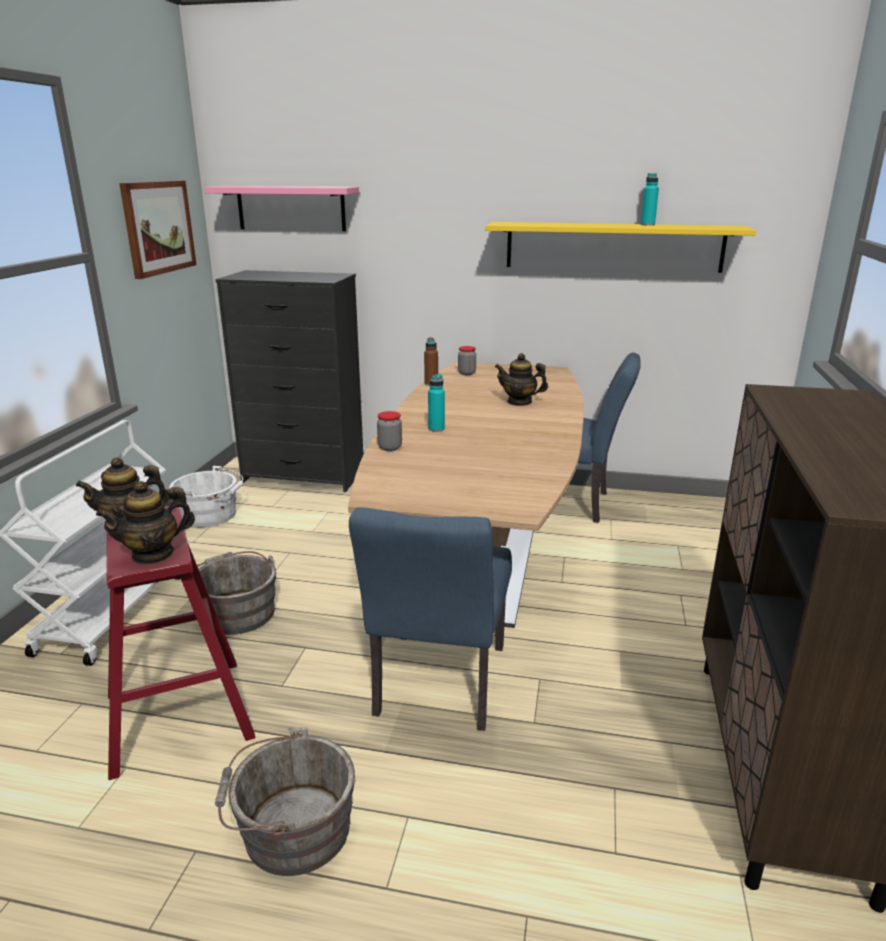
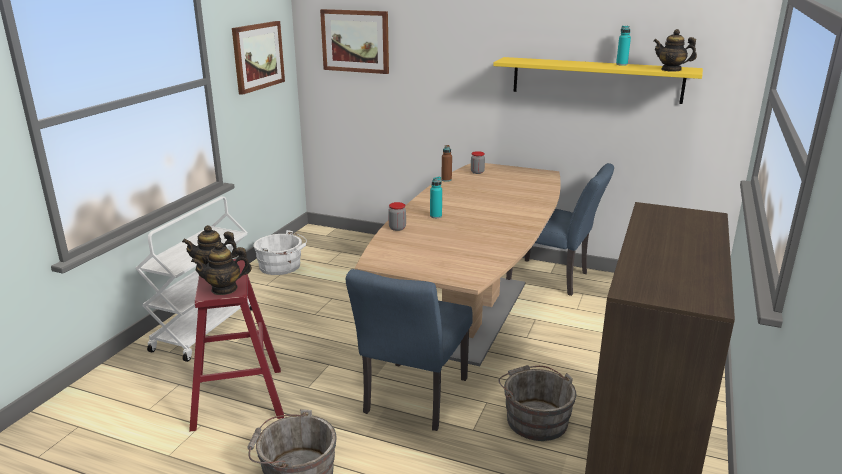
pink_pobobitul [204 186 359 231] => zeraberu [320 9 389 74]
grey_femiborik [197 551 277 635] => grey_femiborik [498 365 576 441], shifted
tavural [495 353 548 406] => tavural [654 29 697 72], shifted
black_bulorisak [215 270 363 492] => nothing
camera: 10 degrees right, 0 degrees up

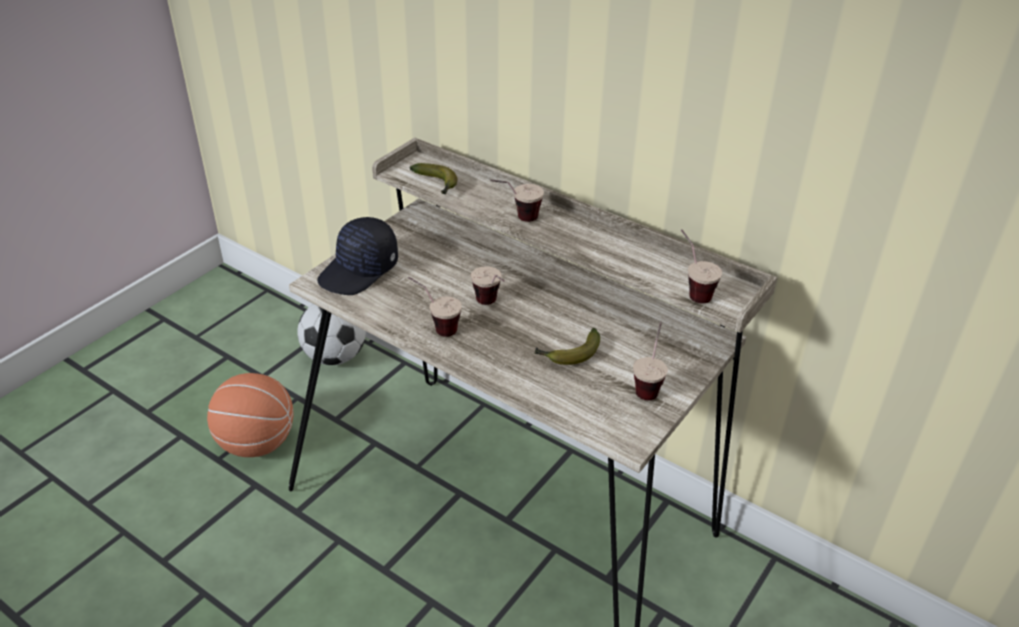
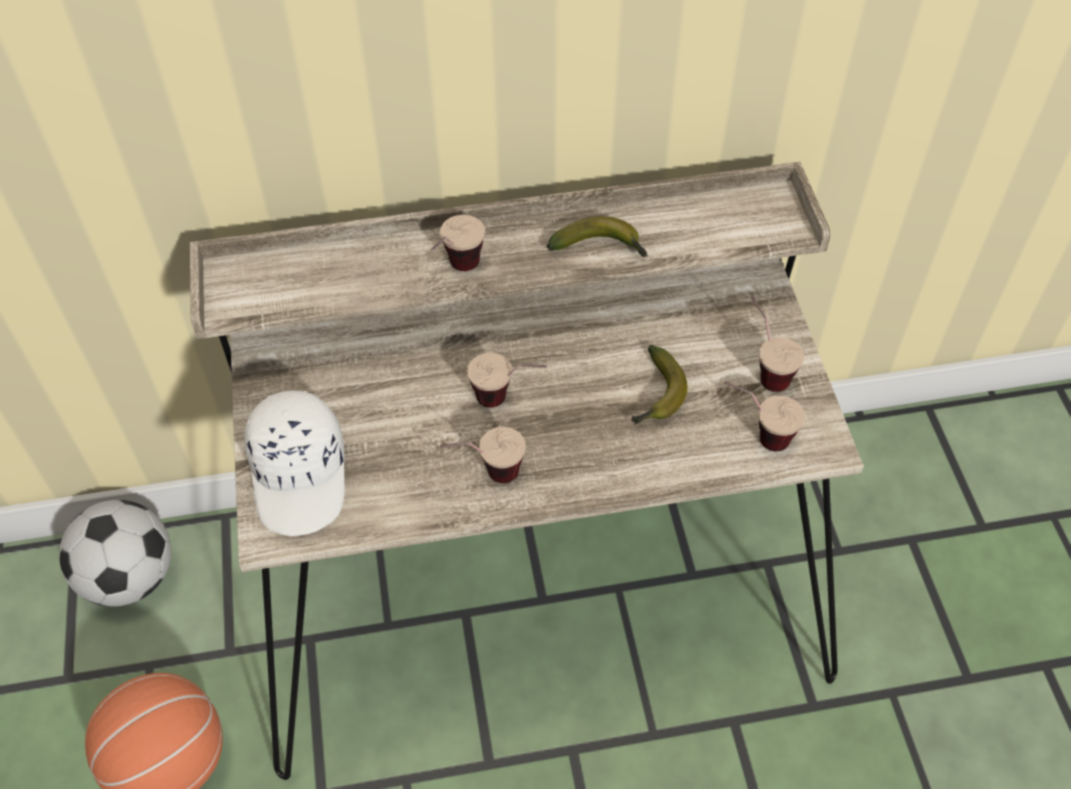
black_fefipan [317 217 398 295] => white_fefipan [244 390 345 536]
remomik [410 163 458 195] => remomik [547 216 648 257], shifted
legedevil [681 229 722 303] => legedevil [724 381 805 451], shifted
camera: 45 degrees left, 15 degrees up

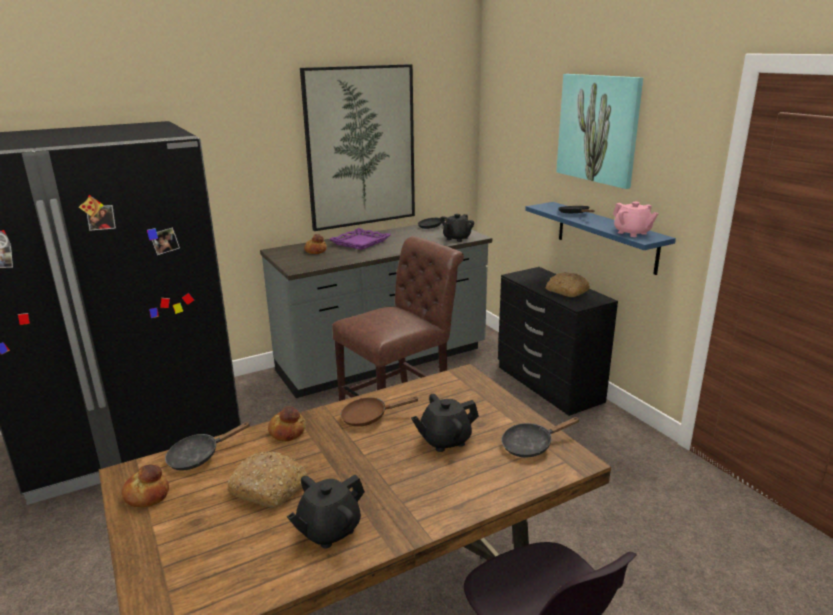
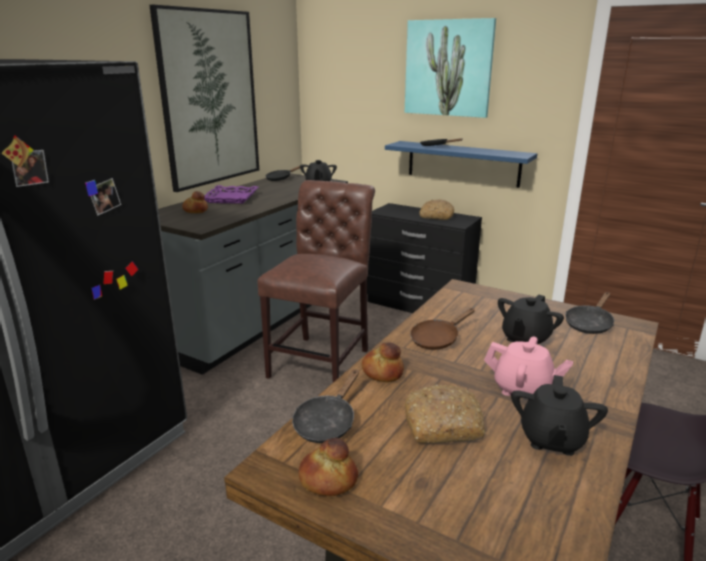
pink_tavural [613 202 659 237] => pink_tavural [484 336 573 400], shifted
camera: 30 degrees left, 0 degrees up

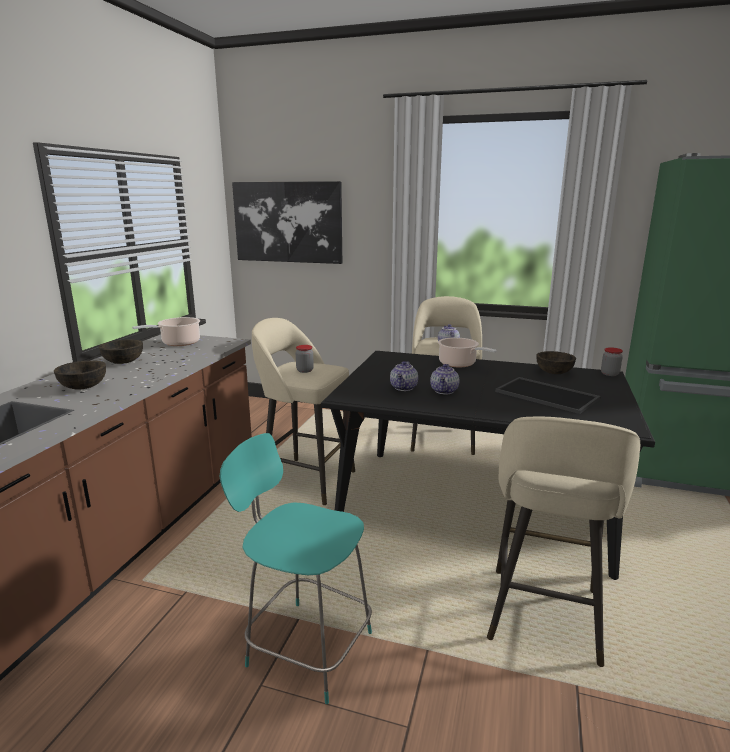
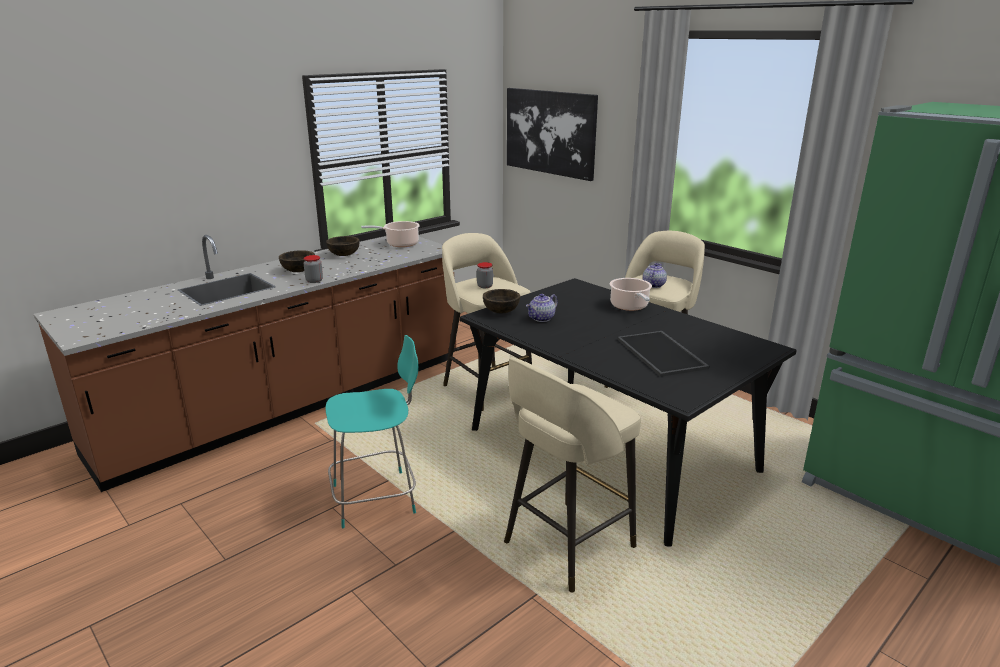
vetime [601 347 623 376] => vetime [304 255 323 283], shifted
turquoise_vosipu [220 433 372 704] => turquoise_vosipu [325 335 419 528], 105 degrees clockwise
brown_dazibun [536 351 576 374] => brown_dazibun [483 289 520 313], shifted
tavural [430 364 459 394] => nothing
camera: 30 degrees right, 5 degrees up

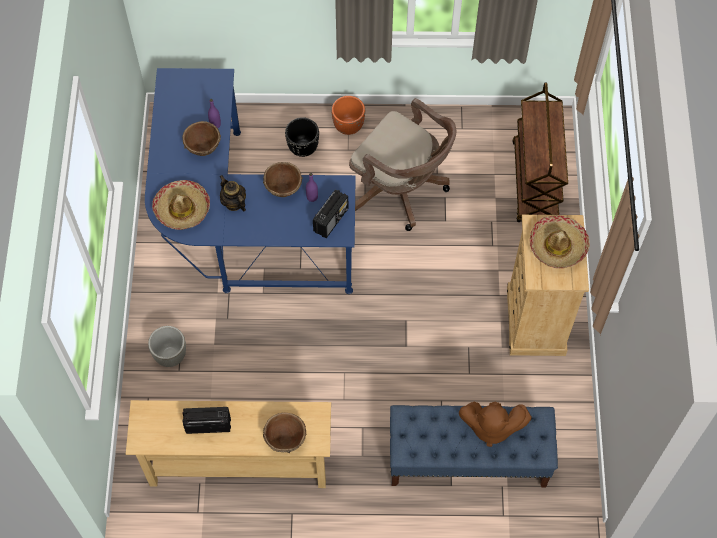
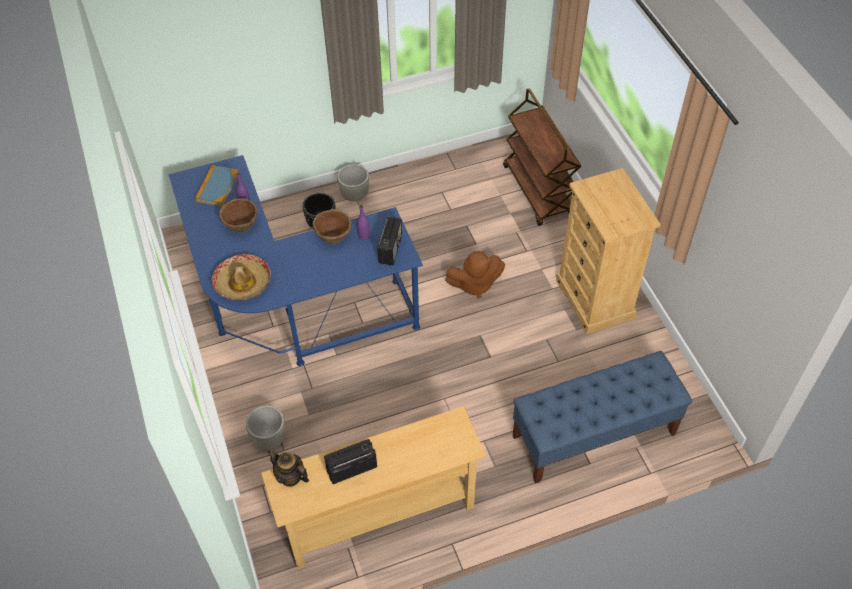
nothing => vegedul [195 165 238 207]
tavural [220 175 246 211] => tavural [268 450 309 487], shifted
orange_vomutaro [331 96 365 135] => grey_vomutaro [337 164 369 201]
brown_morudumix [459 402 532 447] => brown_morudumix [445 251 505 298], shifted
brown_dazibun [263 412 306 453] => nothing
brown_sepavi [349 98 457 231] => nothing
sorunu [529 215 590 268] => nothing
camera: 20 degrees left, 10 degrees down

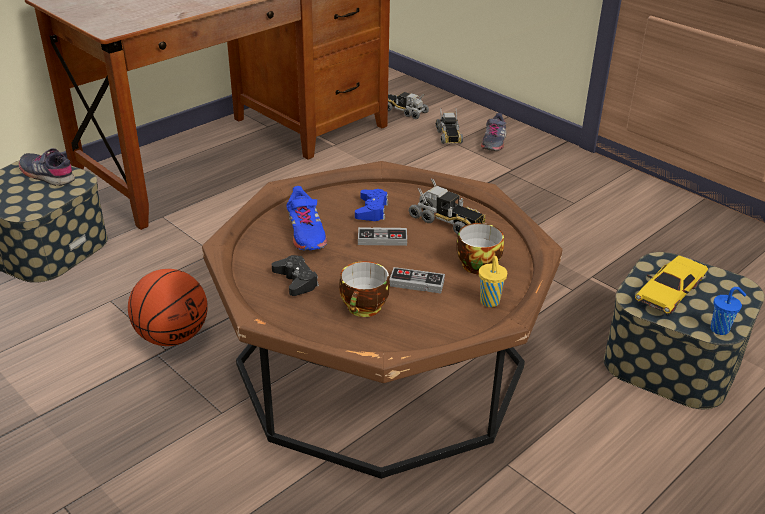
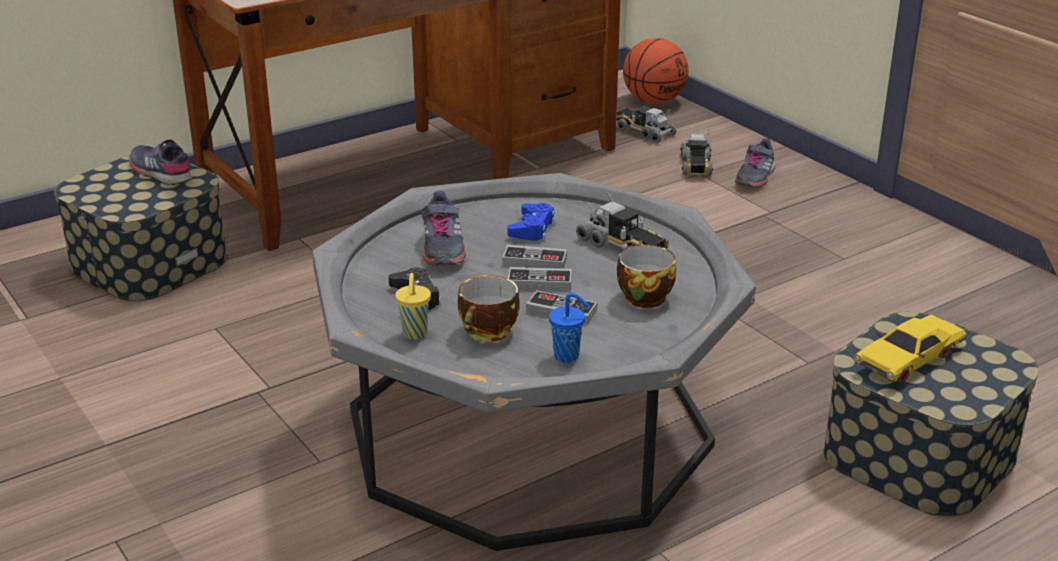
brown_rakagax [202 161 562 479] => grey_rakagax [312 173 756 551]
yellow_legedevil [479 256 507 307] => yellow_legedevil [395 273 431 340], shifted
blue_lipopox [286 186 327 251] => grey_lipopox [422 191 466 265]
nothing => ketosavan [508 267 572 291]
blue_legedevil [710 287 746 335] => blue_legedevil [549 293 589 362], shifted
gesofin [128 269 208 346] => gesofin [623 38 688 104], shifted
camera: 10 degrees right, 5 degrees down

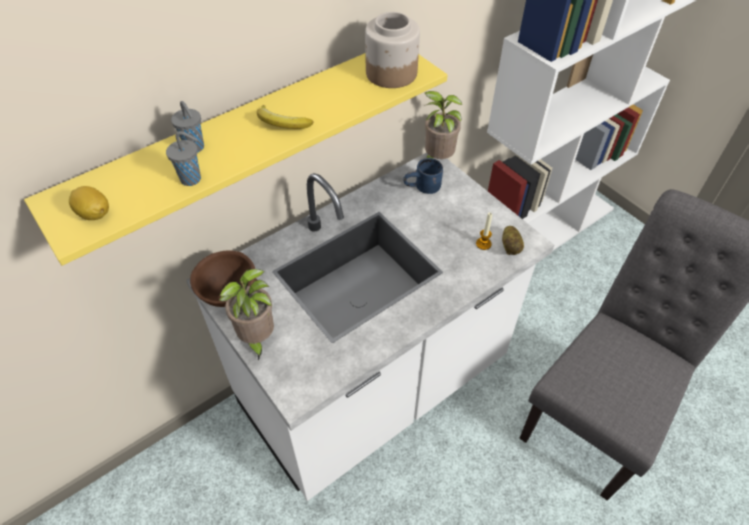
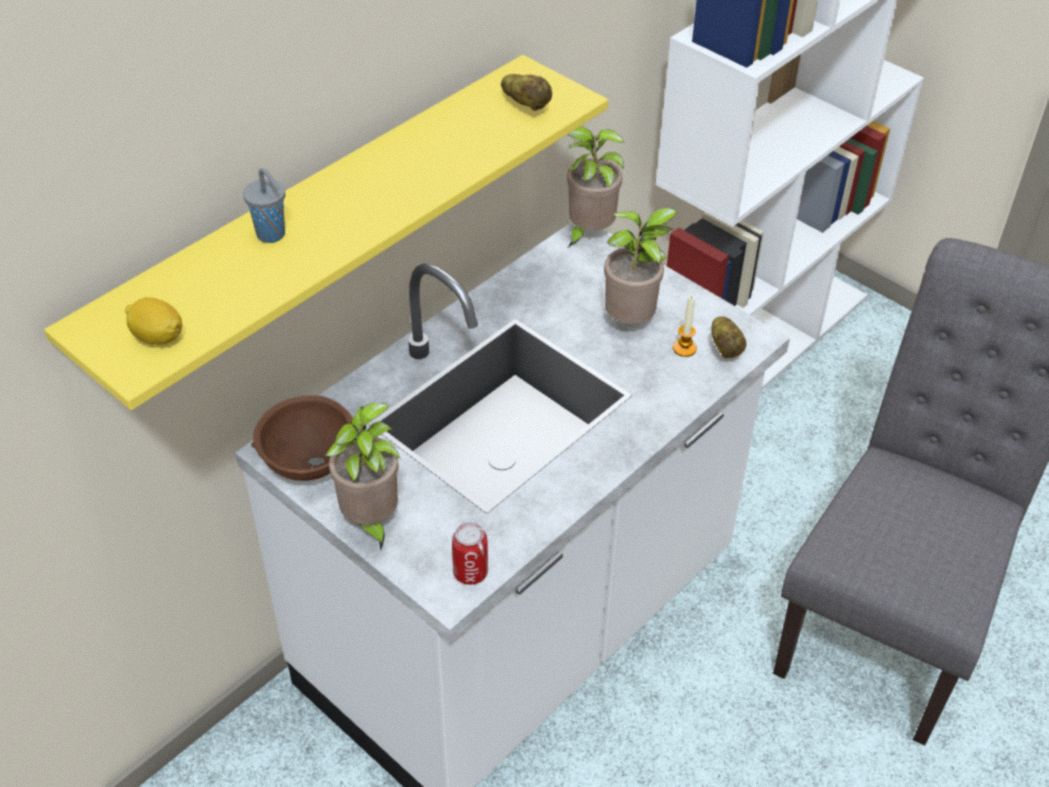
nothing => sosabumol [452 522 488 585]
vetime [365 12 420 88] => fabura [501 74 552 111]
nothing => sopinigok [604 208 678 324]
grey_legedevil [166 131 201 186] => nothing
remomik [257 105 313 129] => nothing
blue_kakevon [403 158 443 194] => nothing
camera: 10 degrees left, 5 degrees down

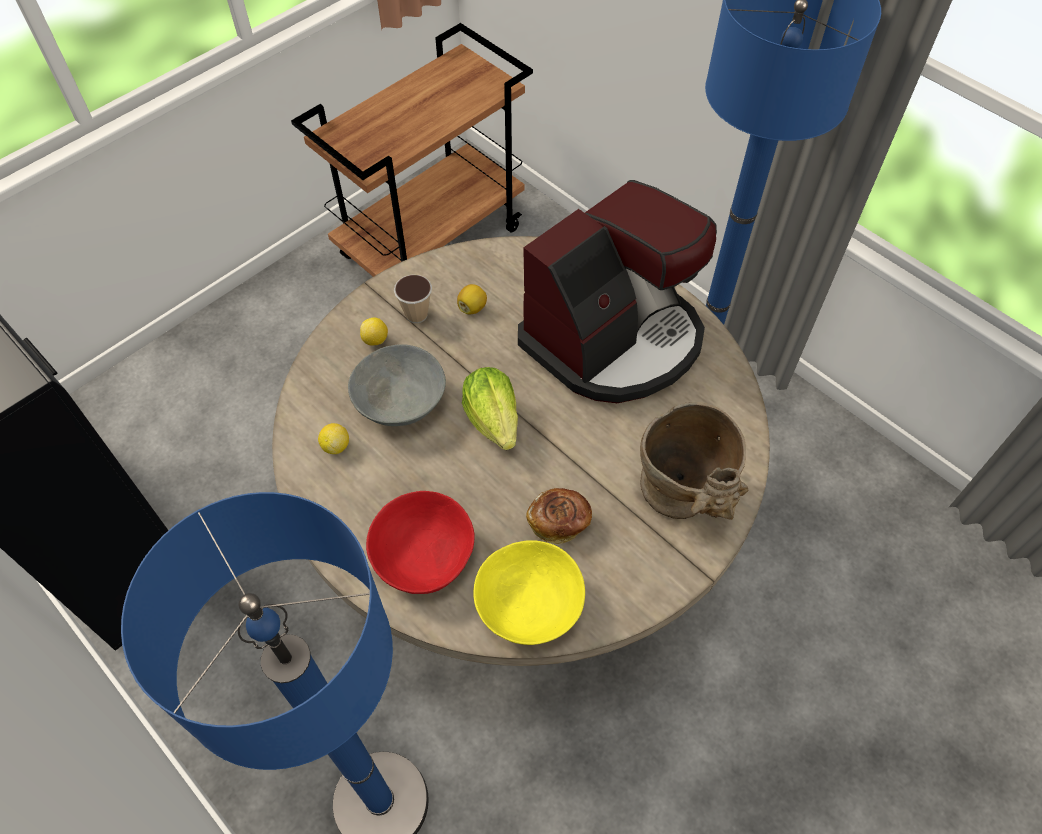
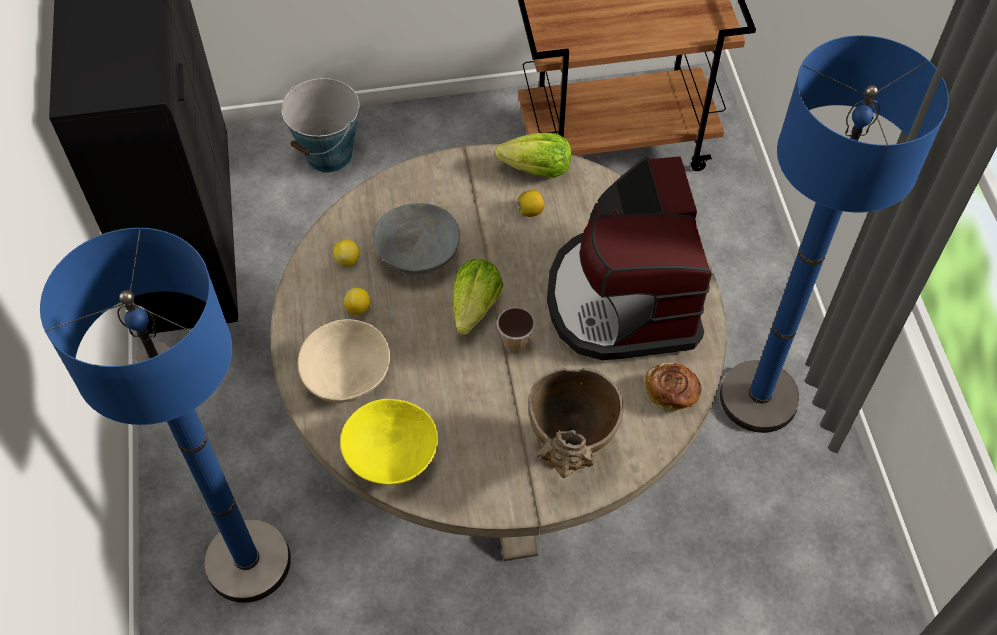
nothing => femiborik [281 78 360 173]
red_dazibun [366 491 474 594] => beige_dazibun [298 319 390 403]
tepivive [360 317 388 345] => tepivive [343 288 371 315], shifted
nothing => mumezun [495 133 571 178]
legedevil [394 275 432 323] => legedevil [497 307 535 354], shifted
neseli [518 180 717 403] => neseli [547 156 712 360], 90 degrees clockwise
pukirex [526 488 592 545] => pukirex [645 362 702 411], shifted
camera: 35 degrees right, 0 degrees up

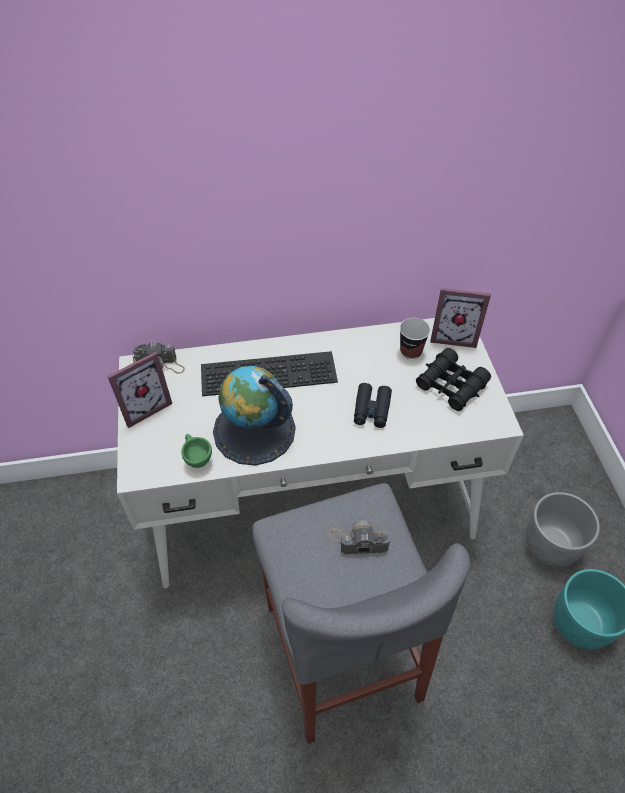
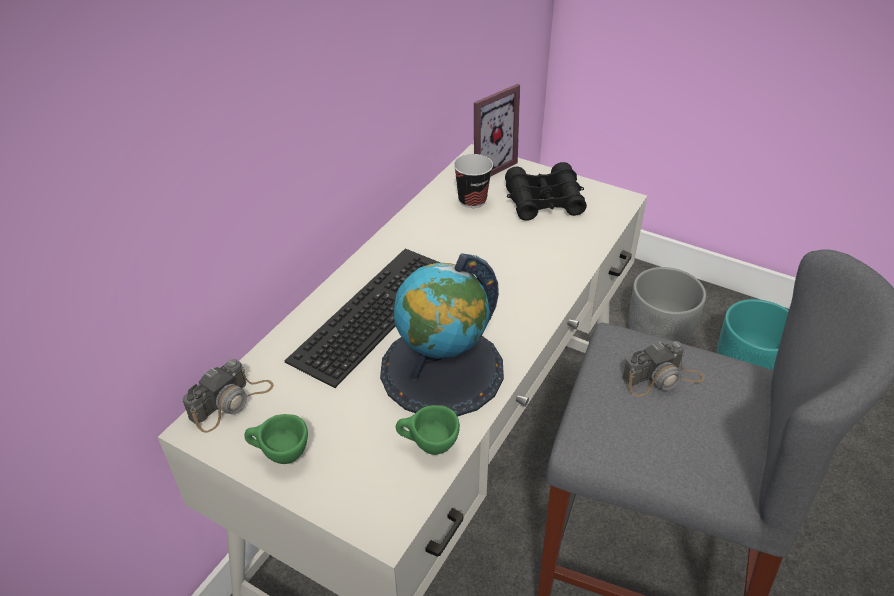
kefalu [107 352 172 428] => green_legedevil [244 414 308 464]
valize [329 520 390 554] => valize [622 341 704 396], 150 degrees counterclockwise
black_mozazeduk [354 383 392 428] => nothing
camera: 50 degrees left, 10 degrees down

